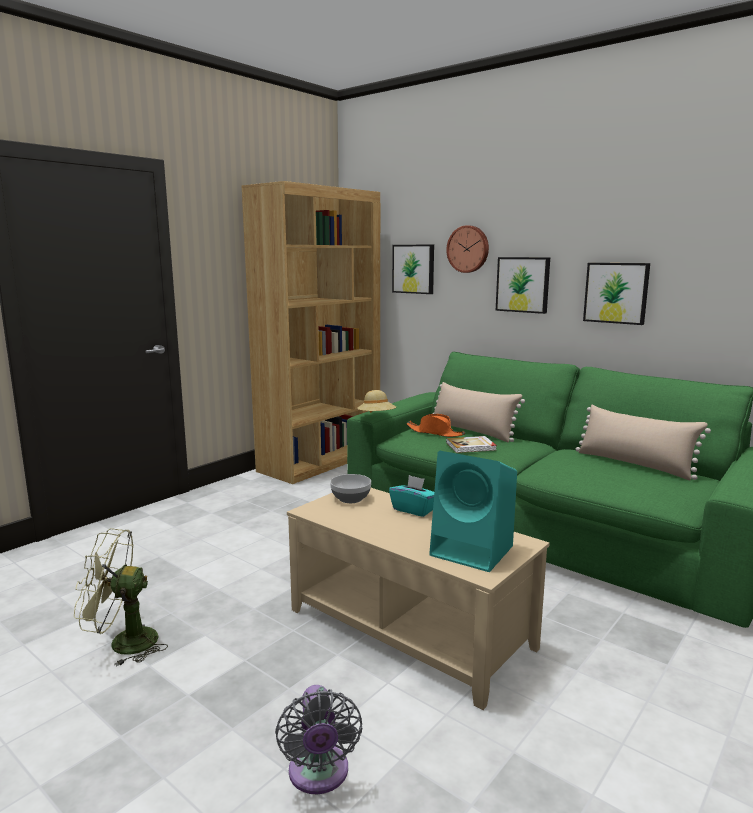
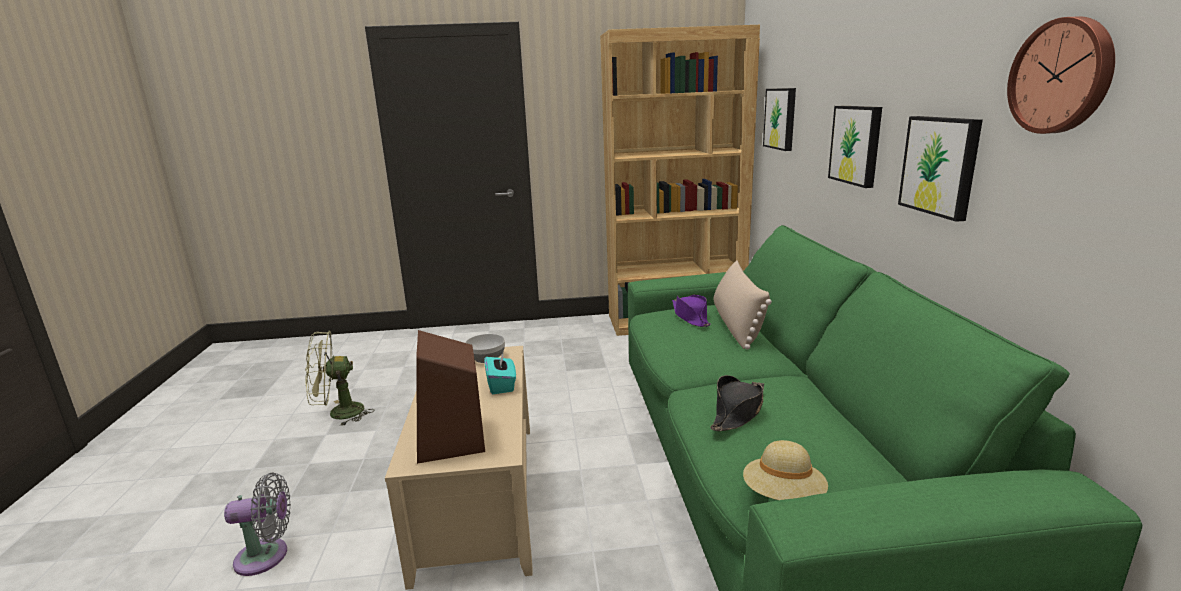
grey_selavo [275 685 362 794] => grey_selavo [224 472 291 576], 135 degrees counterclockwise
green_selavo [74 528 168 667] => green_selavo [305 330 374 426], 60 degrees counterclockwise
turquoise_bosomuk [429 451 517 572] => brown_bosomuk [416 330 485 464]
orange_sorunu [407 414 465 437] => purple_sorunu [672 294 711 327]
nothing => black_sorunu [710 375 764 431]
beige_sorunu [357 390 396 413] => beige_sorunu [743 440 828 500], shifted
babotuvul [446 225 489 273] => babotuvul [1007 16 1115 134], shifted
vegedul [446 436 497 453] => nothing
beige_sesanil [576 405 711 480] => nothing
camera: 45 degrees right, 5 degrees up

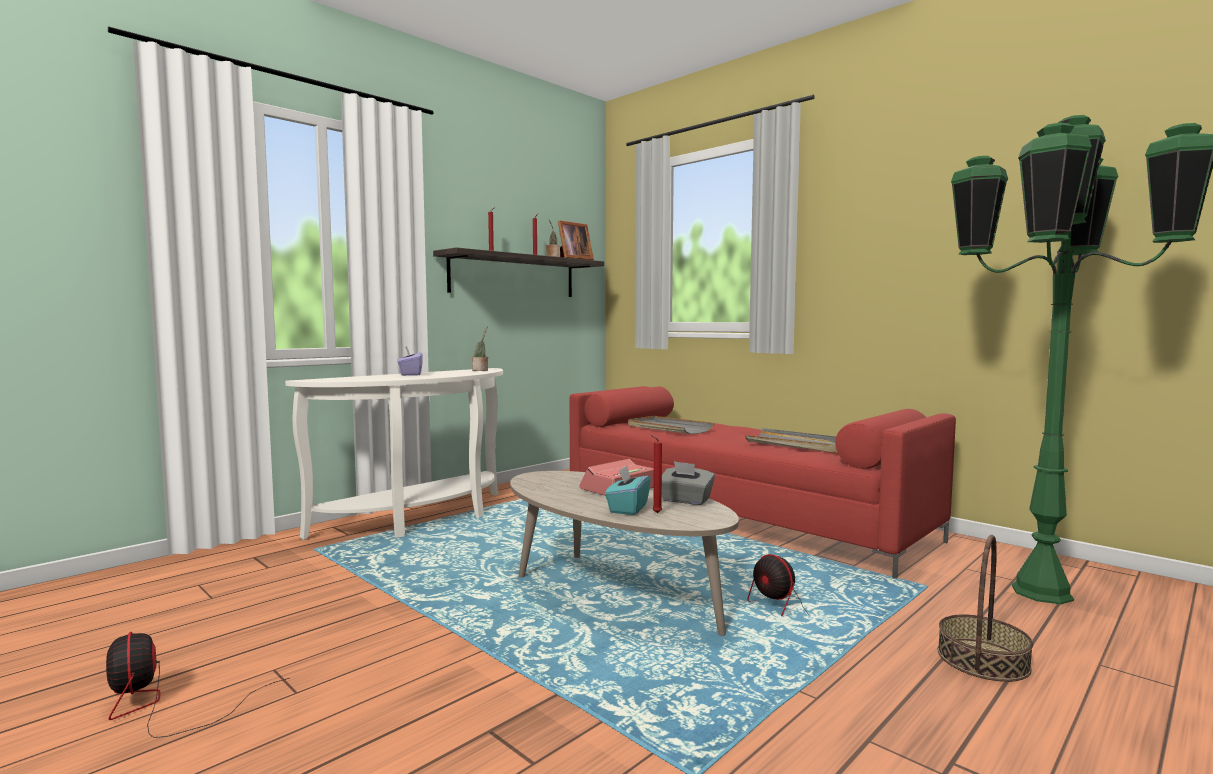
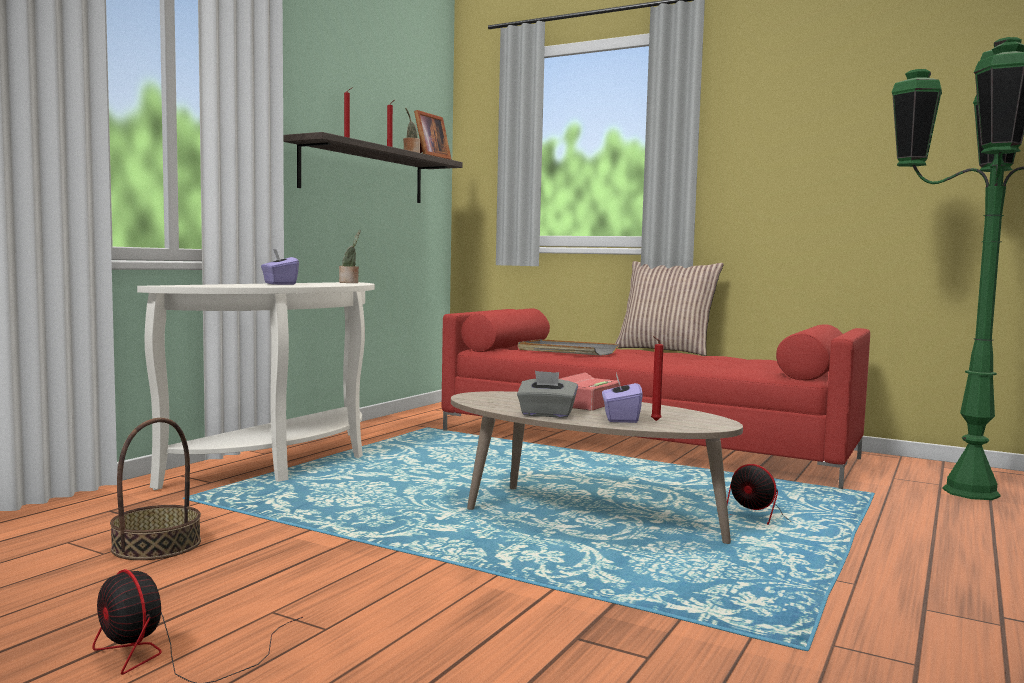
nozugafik [938 535 1033 682] => nozugafik [110 418 201 560], shifted
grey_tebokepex [662 461 715 505] => grey_tebokepex [517 371 578 418], shifted
turquoise_tebokepex [605 465 651 515] => purple_tebokepex [602 372 643 423]
nothing => sesanil [615 261 724 356]
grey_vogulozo [745 428 838 453] => nothing
camera: 15 degrees left, 0 degrees up

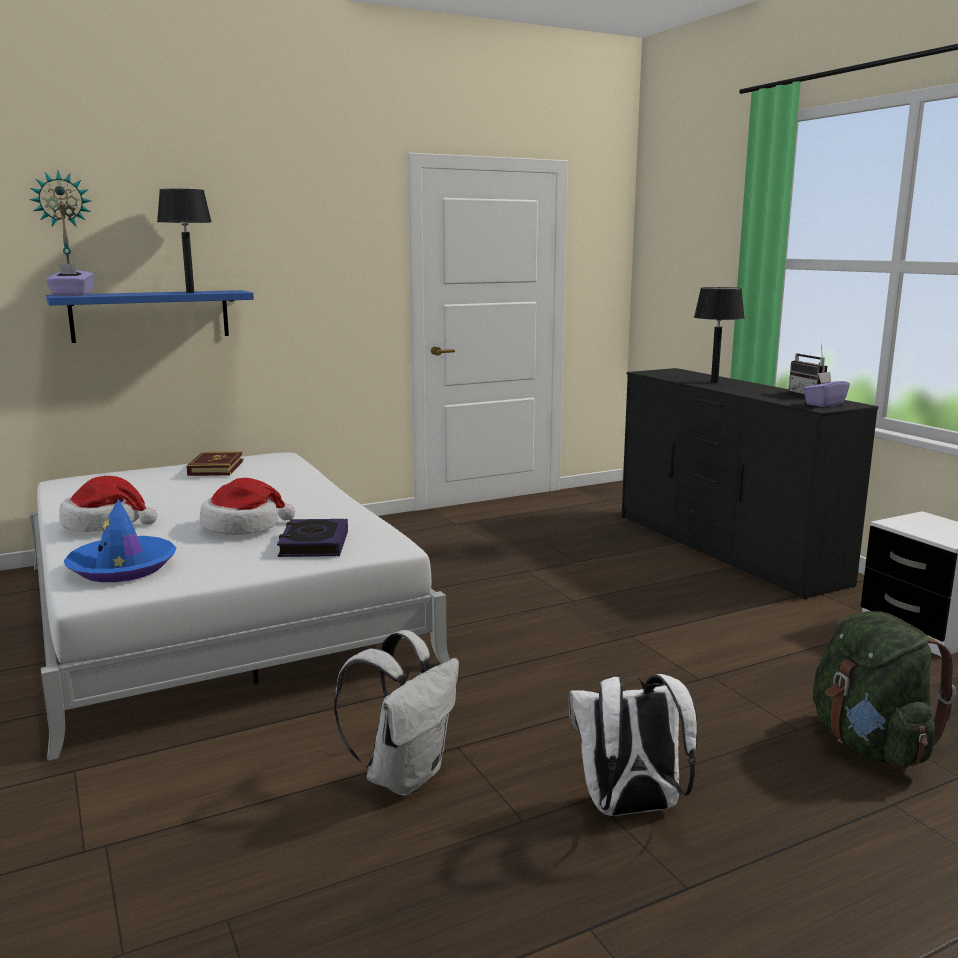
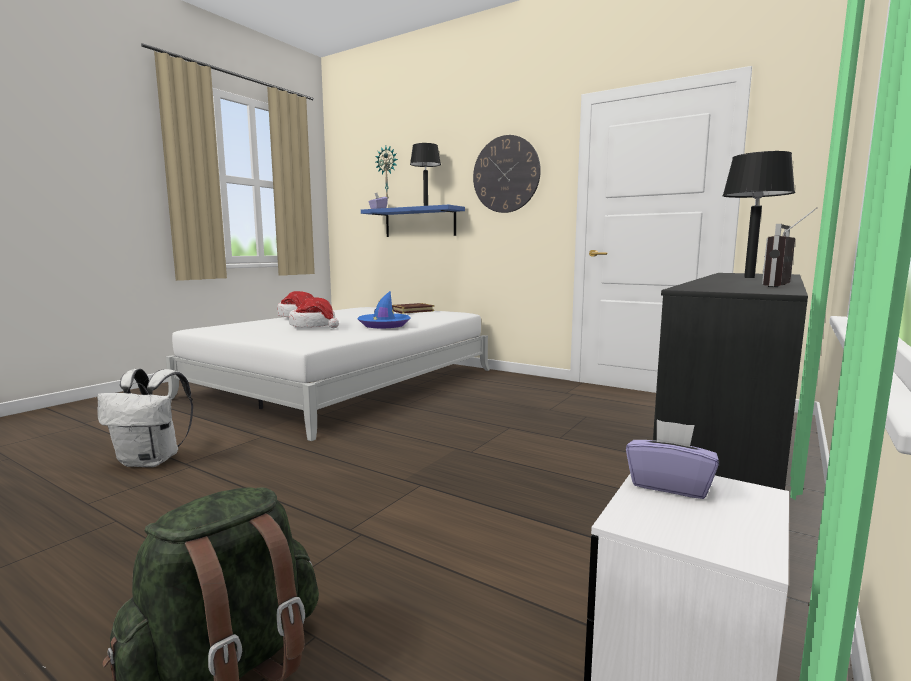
blue_sorunu [64 499 176 582] => blue_sorunu [358 291 411 328], shifted
nothing => babotuvul [473 135 541 213]
purple_tebokepex [803 372 850 407] => purple_tebokepex [626 420 719 499], shifted
vegedul [277 519 348 557] => nothing
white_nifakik [568 674 698 816] => nothing
camera: 60 degrees right, 5 degrees down

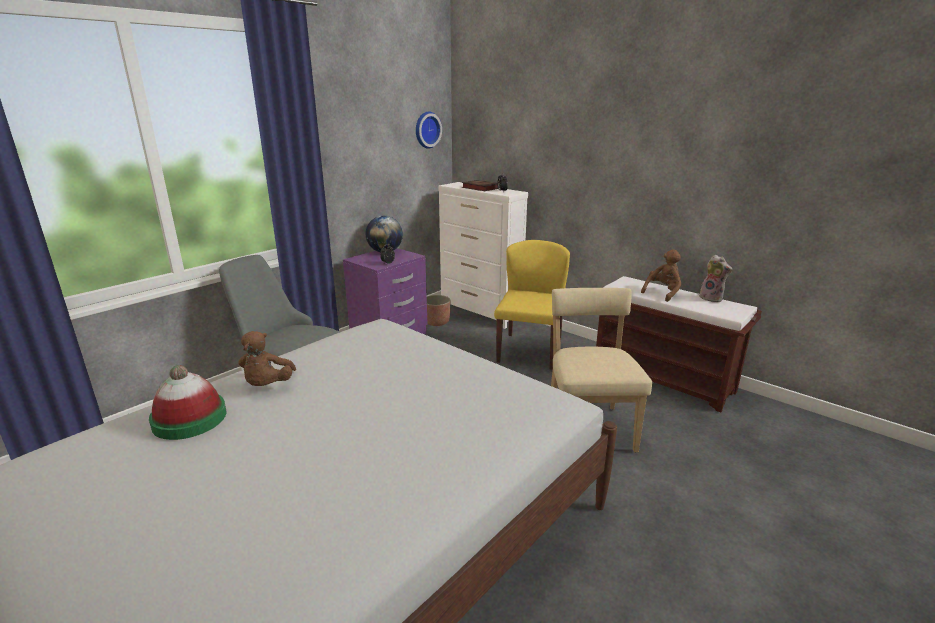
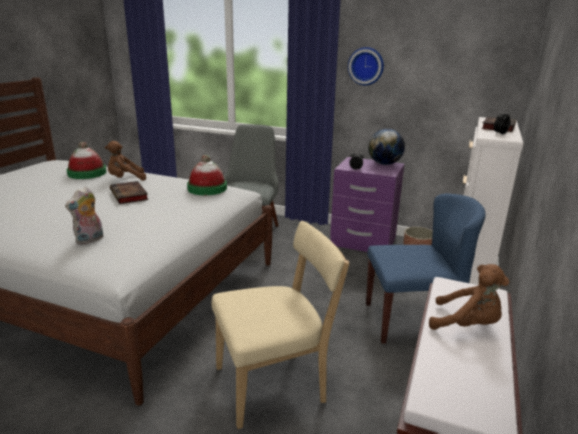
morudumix [697 255 732 302] => morudumix [65 186 103 245], shifted
nothing => vegedul [110 181 149 204]
nothing => sorunu [187 155 227 195]
babotuvul [416 112 442 149] => babotuvul [348 47 384 85], shifted
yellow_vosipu [494 240 570 370] => blue_vosipu [366 193 486 344]
camera: 70 degrees right, 0 degrees up

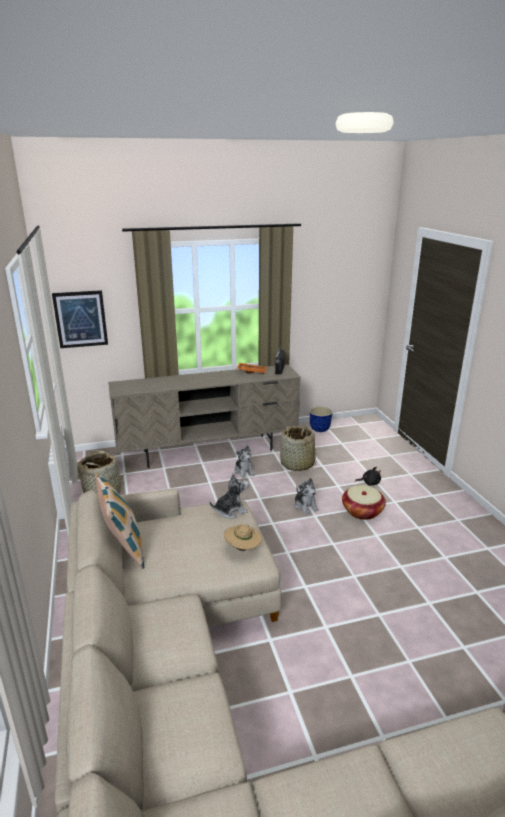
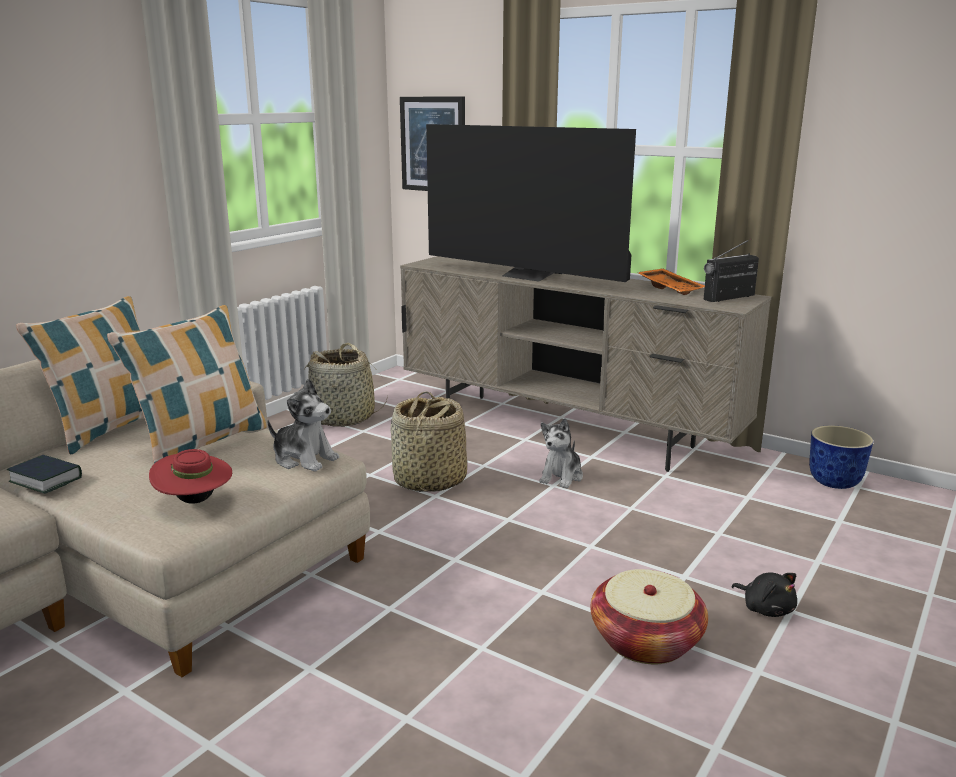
nothing => vegedul [7 455 82 494]
nothing => sesanil [107 305 267 464]
beige_sorunu [224 524 262 551] => red_sorunu [149 449 232 504]
nozugafik [280 426 316 471] => nozugafik [391 391 467 492], shifted
nothing => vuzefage [426 124 636 282]
morudumix [294 478 319 515] => nothing
camera: 50 degrees right, 5 degrees down

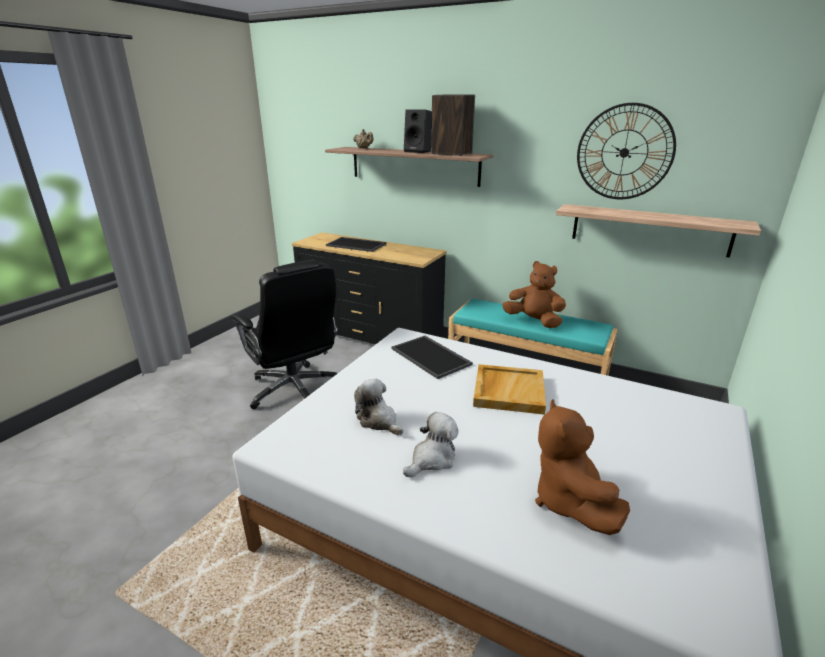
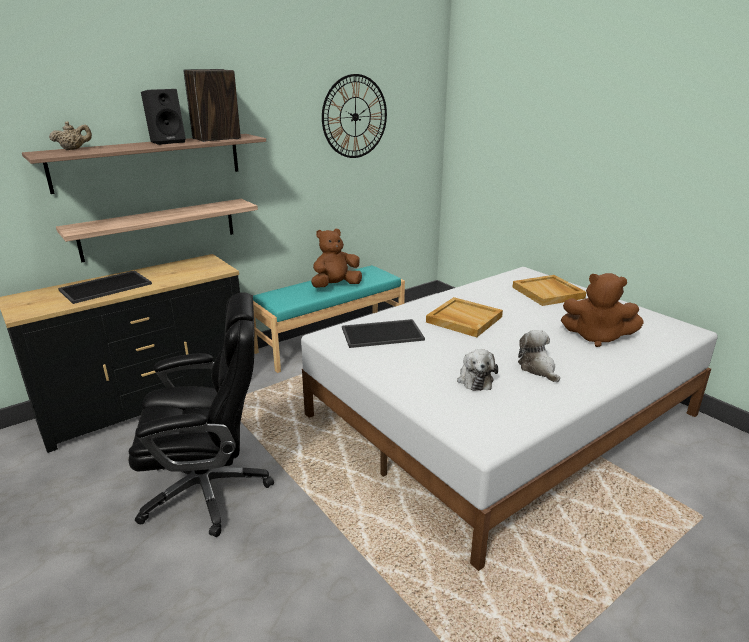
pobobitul [556 204 761 258] => pobobitul [56 199 258 262], shifted
morudumix [354 379 403 435] => morudumix [457 349 498 391], 75 degrees counterclockwise
nothing => beige_vogulozo [512 275 586 306]
camera: 65 degrees left, 0 degrees up

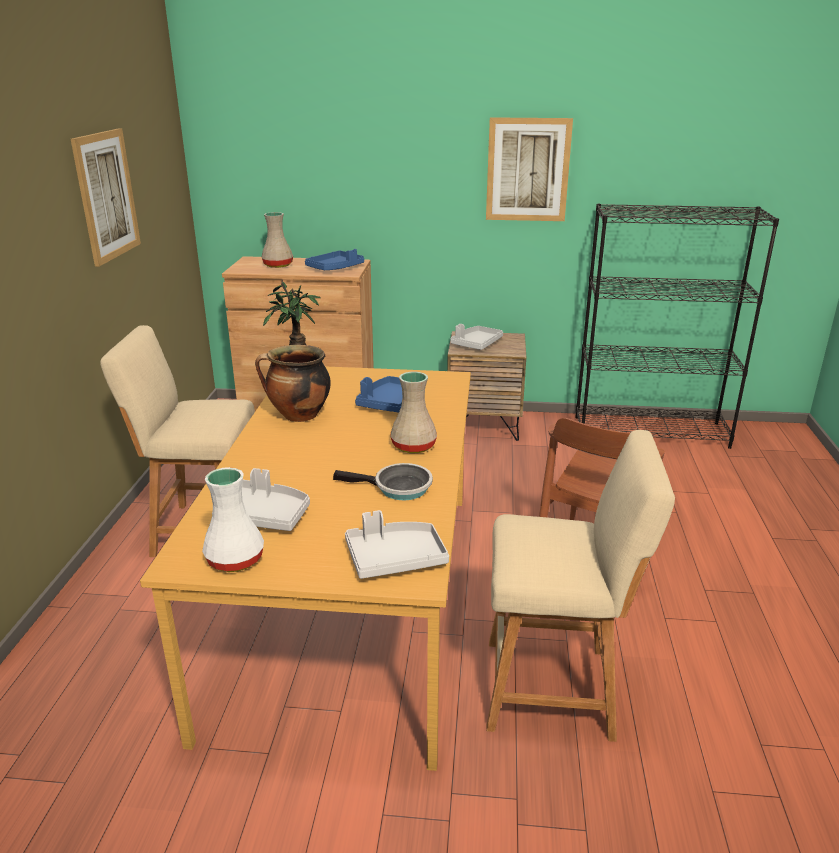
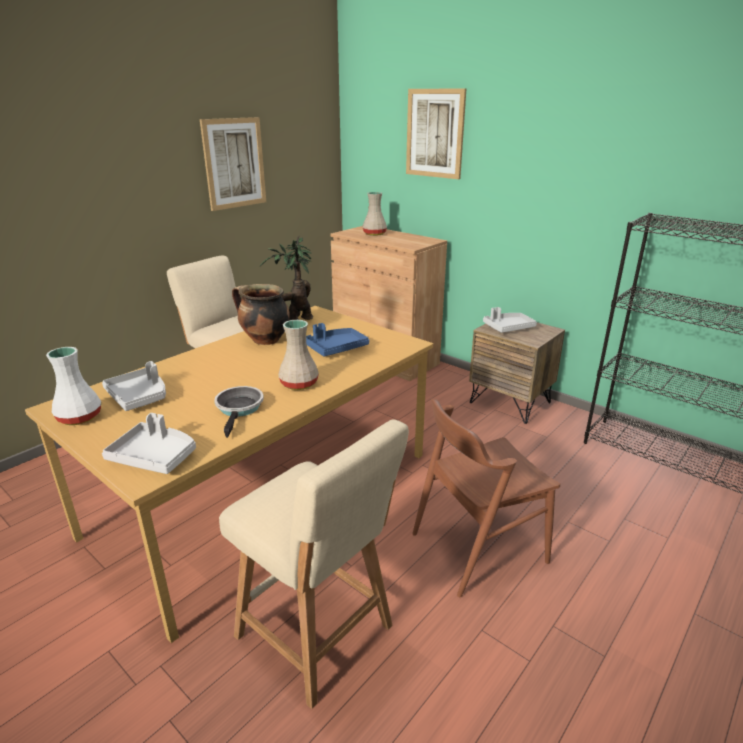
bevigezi [333 463 433 500] => bevigezi [214 386 264 438], 135 degrees counterclockwise
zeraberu [486 117 573 221] => zeraberu [406 88 467 179], shifted
blue_vogulozo [305 249 364 270] => nothing
camera: 35 degrees right, 0 degrees up

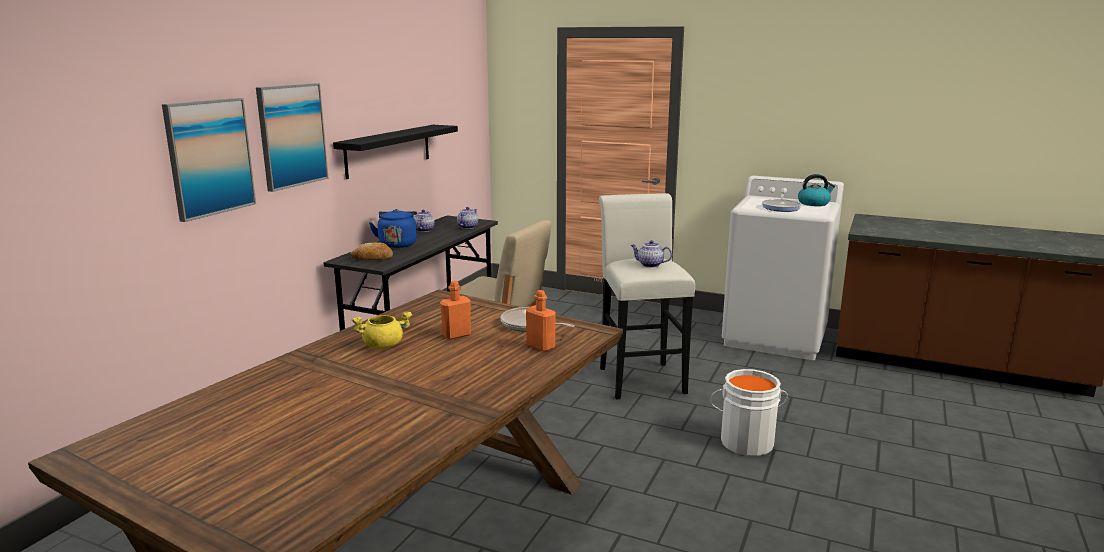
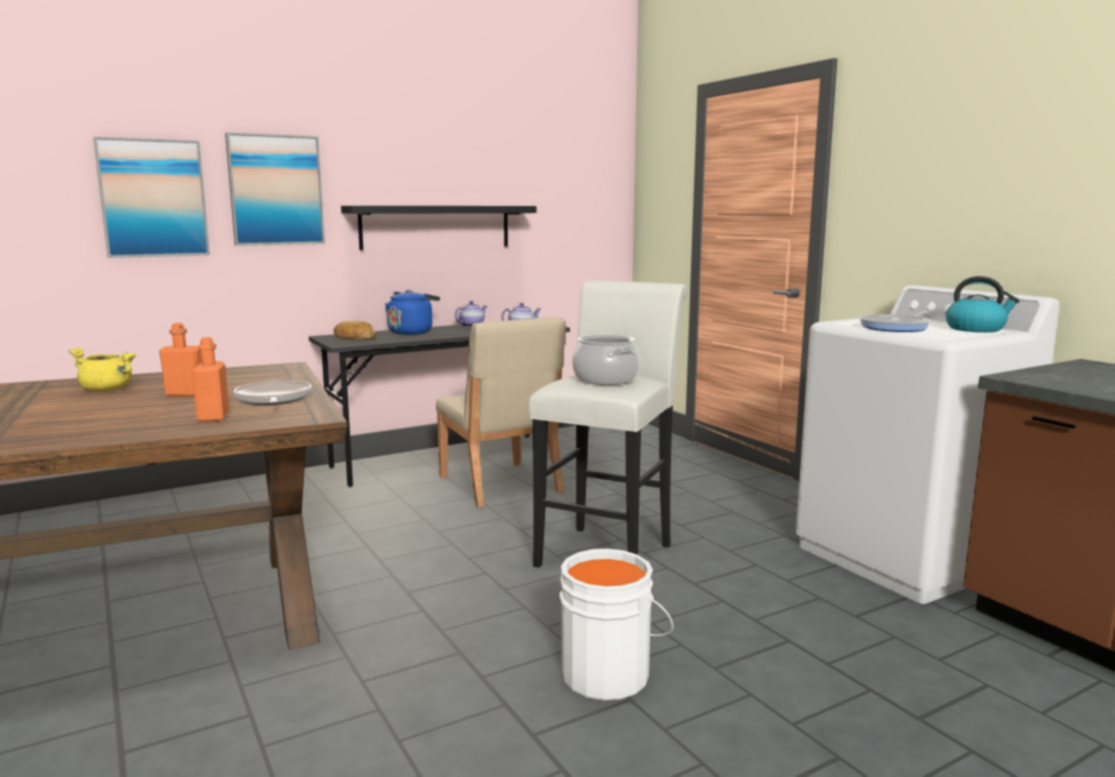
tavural [631 240 672 267] => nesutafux [572 335 640 385]
camera: 35 degrees right, 5 degrees down

